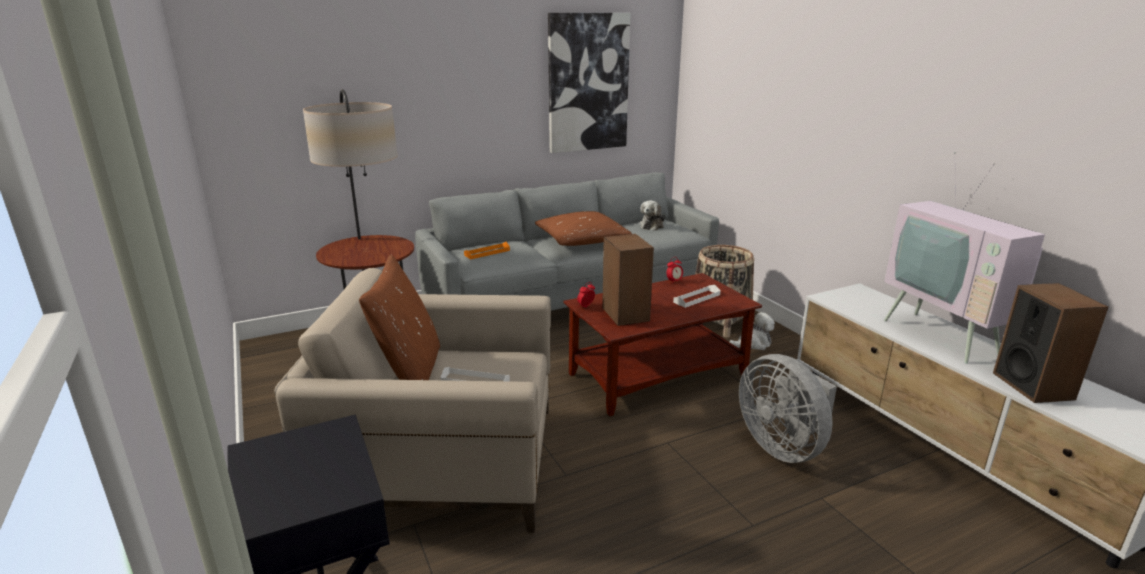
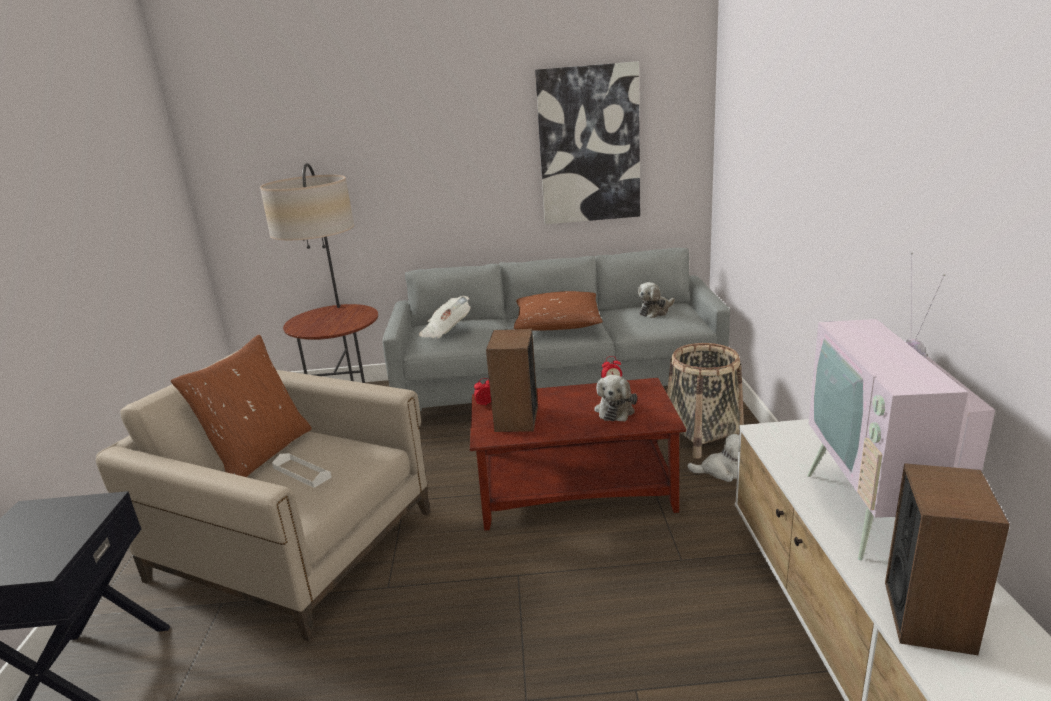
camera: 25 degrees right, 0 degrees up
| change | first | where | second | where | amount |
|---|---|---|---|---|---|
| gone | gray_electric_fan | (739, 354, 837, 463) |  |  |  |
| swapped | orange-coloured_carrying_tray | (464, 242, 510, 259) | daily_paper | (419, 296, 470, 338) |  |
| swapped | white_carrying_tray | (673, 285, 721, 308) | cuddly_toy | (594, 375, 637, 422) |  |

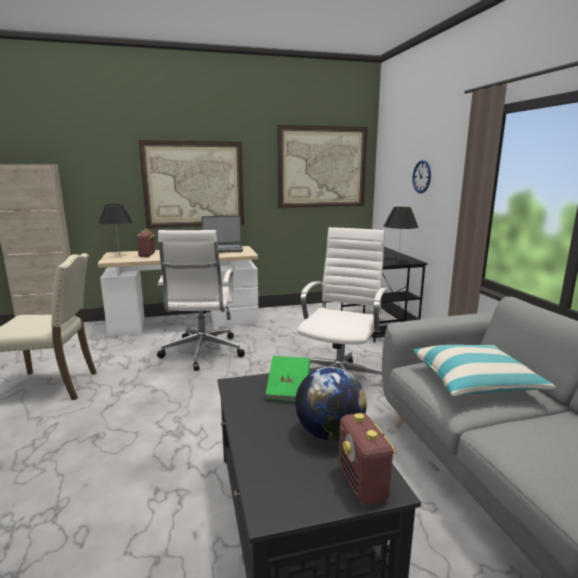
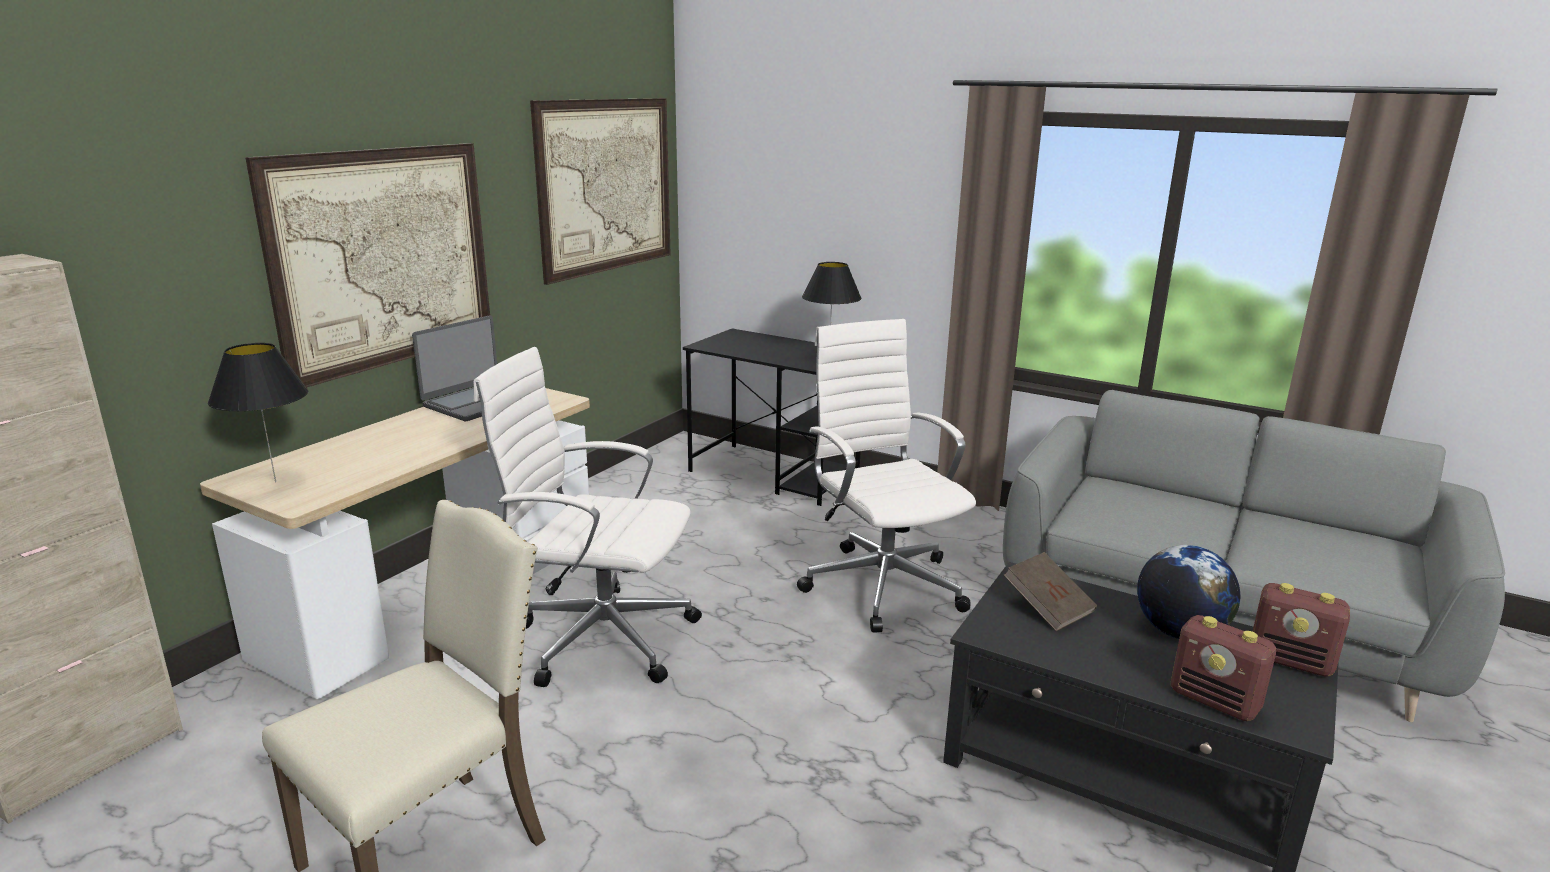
camera: 45 degrees left, 5 degrees up
| change | first | where | second | where | amount |
|---|---|---|---|---|---|
| gone | hanging_clock | (413, 160, 431, 193) |  |  |  |
| gone | pillow | (413, 345, 556, 396) |  |  |  |
| shifted | radio | (137, 229, 155, 257) |  | (1171, 615, 1276, 721) |  |
| repainted | green-coloured_bound_book | (265, 356, 310, 401) | brown-coloured_bound_book | (1004, 552, 1097, 631) |  |
| rotated | white_office_chair | (157, 230, 245, 371) |  | (474, 347, 702, 687) | 150 degrees clockwise |

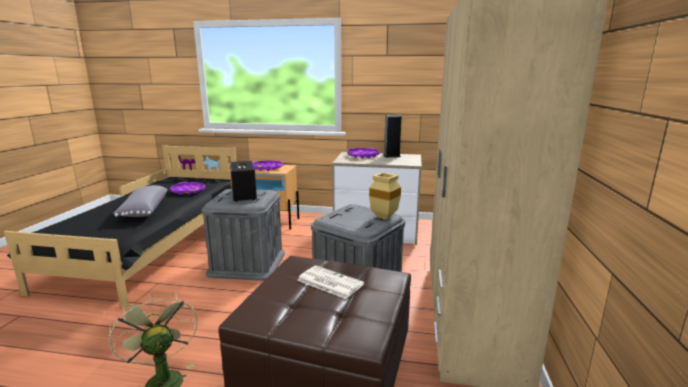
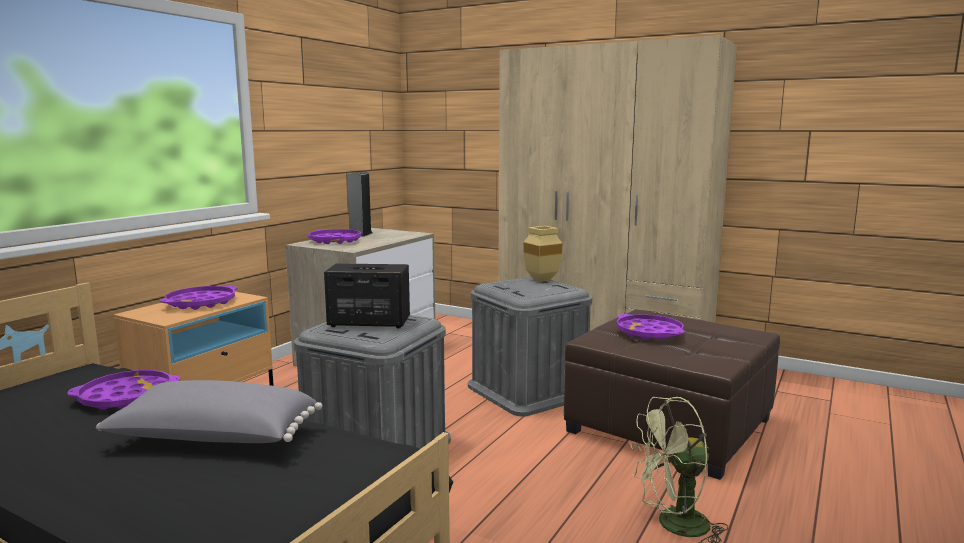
camera: 70 degrees left, 5 degrees down
| change | first | where | second | where | amount |
|---|---|---|---|---|---|
| swapped | daily_paper | (297, 266, 364, 299) | purple-coloured_carrying_tray | (616, 314, 685, 340) |  |

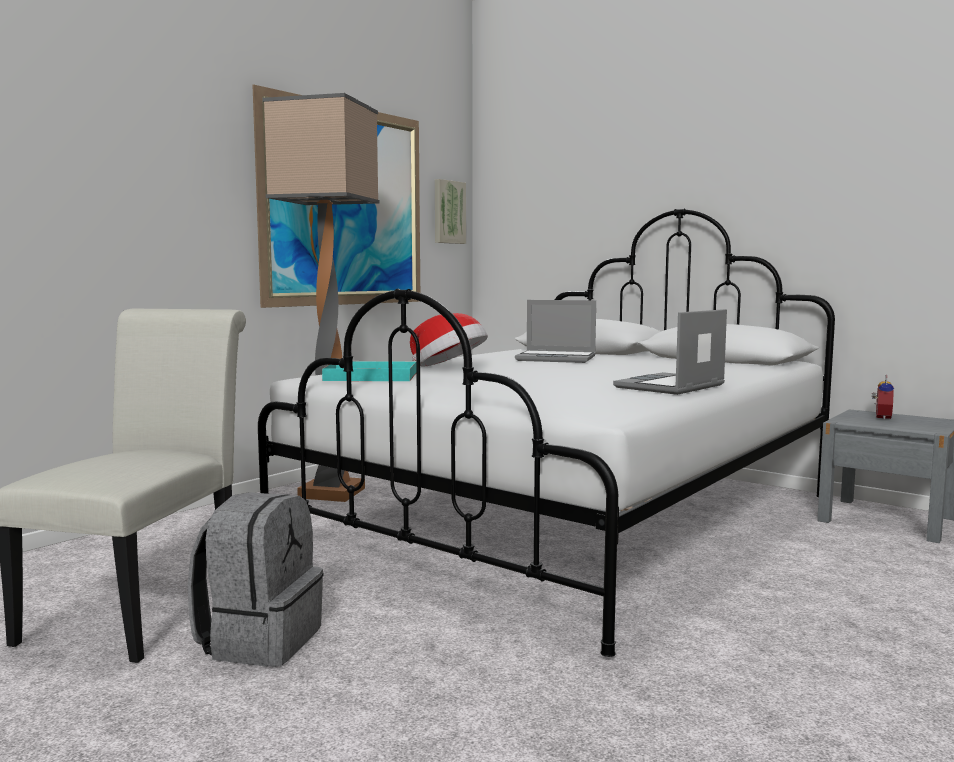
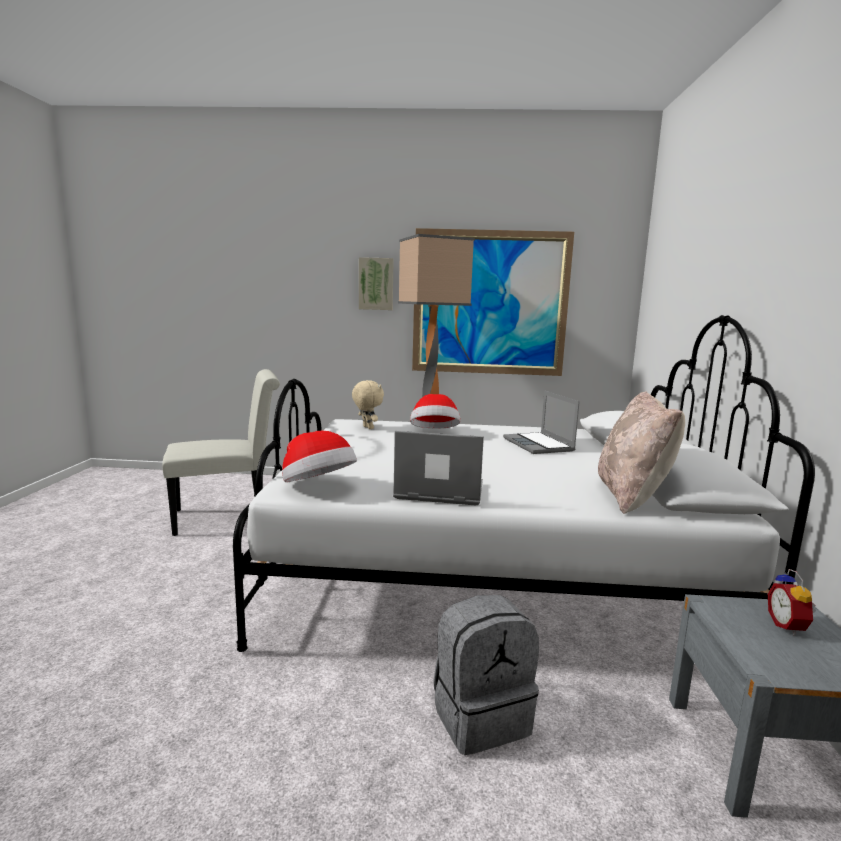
camera: 55 degrees right, 5 degrees up
| change | first | where | second | where | amount |
|---|---|---|---|---|---|
| new |  |  | wearable_hat | (282, 431, 357, 482) |  |
| new |  |  | beige_pillow | (598, 391, 685, 514) |  |
| shifted | gray_backpack | (188, 492, 323, 667) |  | (434, 595, 539, 755) |  |
| shifted | wall_art | (435, 179, 466, 244) |  | (359, 257, 394, 310) |  |
| swapped | blue-green_carrying_tray | (322, 361, 417, 381) | beige_cuddly_toy | (352, 380, 384, 429) |  |
| rotated | alarm_clock | (871, 374, 894, 420) |  | (768, 569, 816, 636) | 105 degrees clockwise |

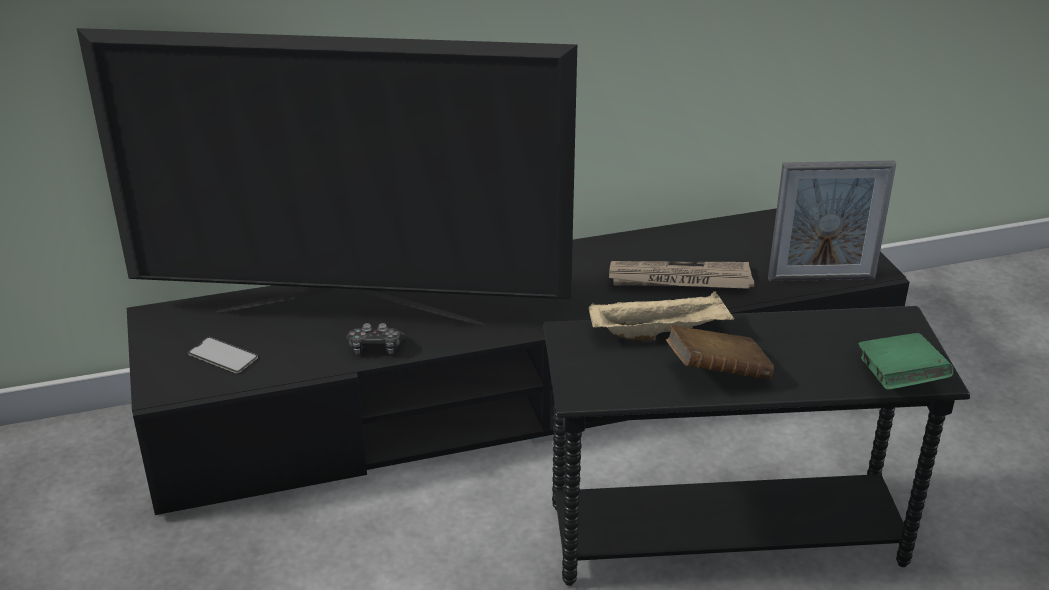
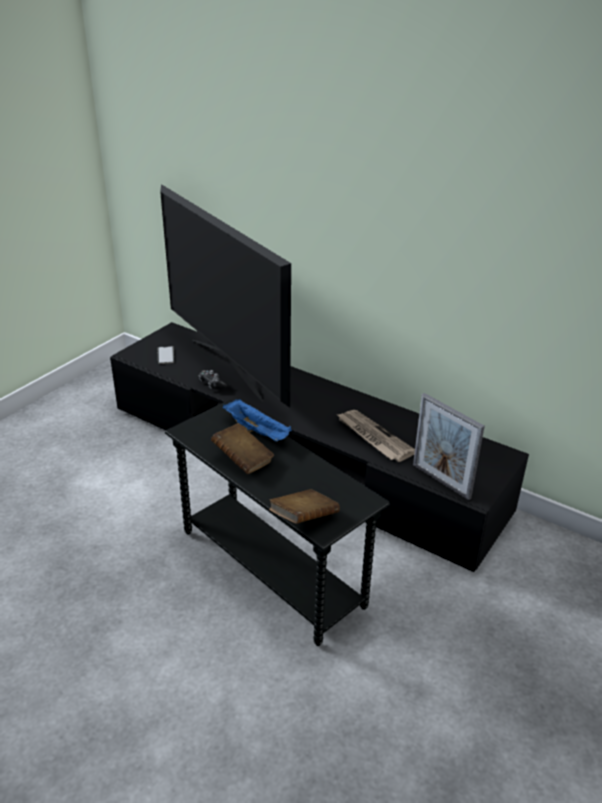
camera: 50 degrees right, 0 degrees up
| change | first | where | second | where | amount |
|---|---|---|---|---|---|
| repainted | beige_carrying_tray | (589, 291, 734, 340) | blue-coloured_carrying_tray | (223, 399, 292, 441) |  |
| repainted | green-coloured_bound_book | (859, 333, 954, 390) | brown-coloured_bound_book | (269, 489, 340, 524) |  |

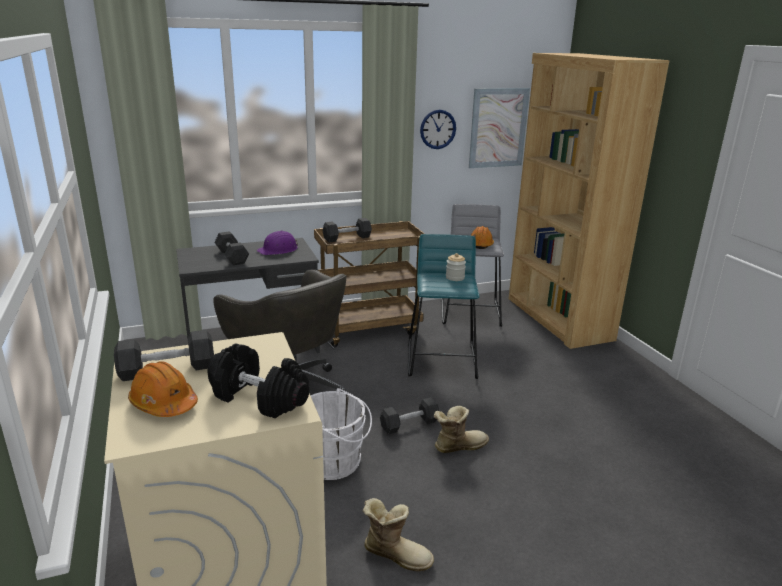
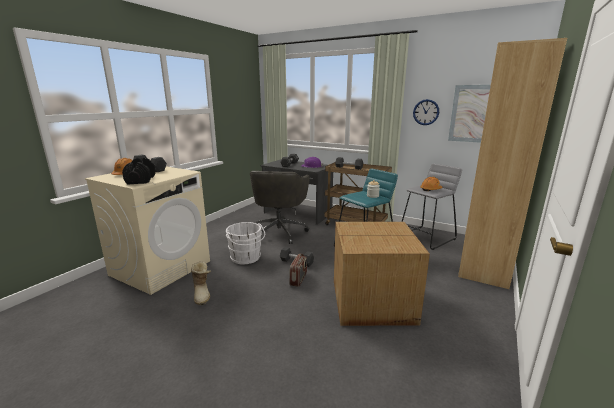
camera: 50 degrees right, 5 degrees down
| change | first | where | second | where | amount |
|---|---|---|---|---|---|
| new |  |  | cardboard_box | (334, 222, 430, 326) |  |
| swapped | boot | (434, 406, 489, 453) | radio | (289, 254, 307, 287) |  |

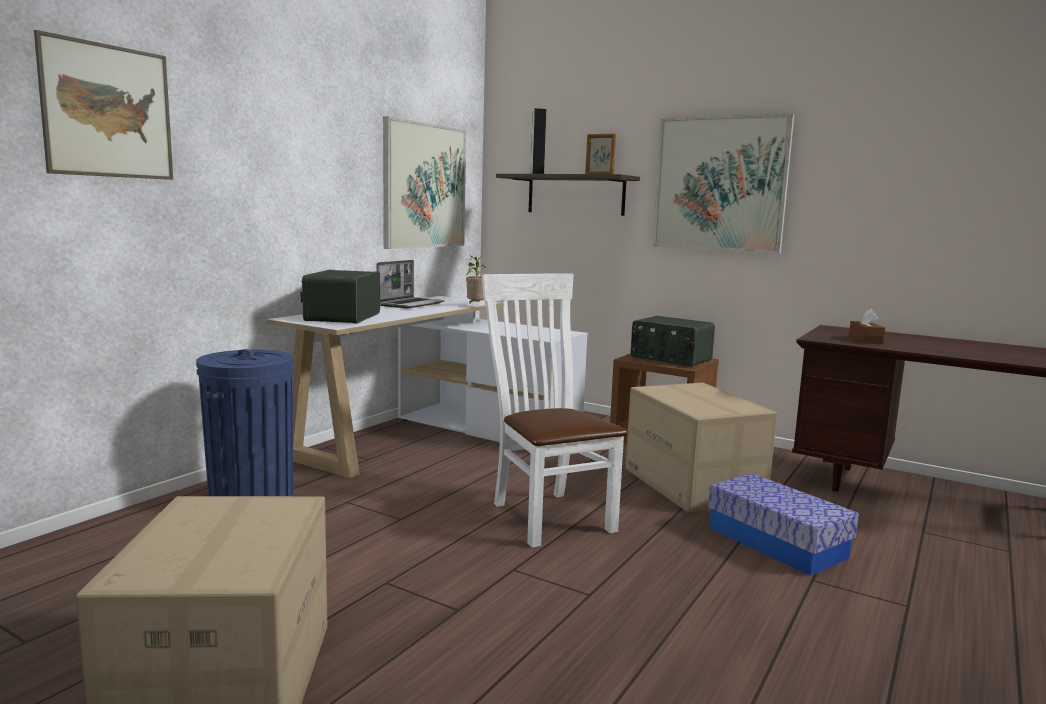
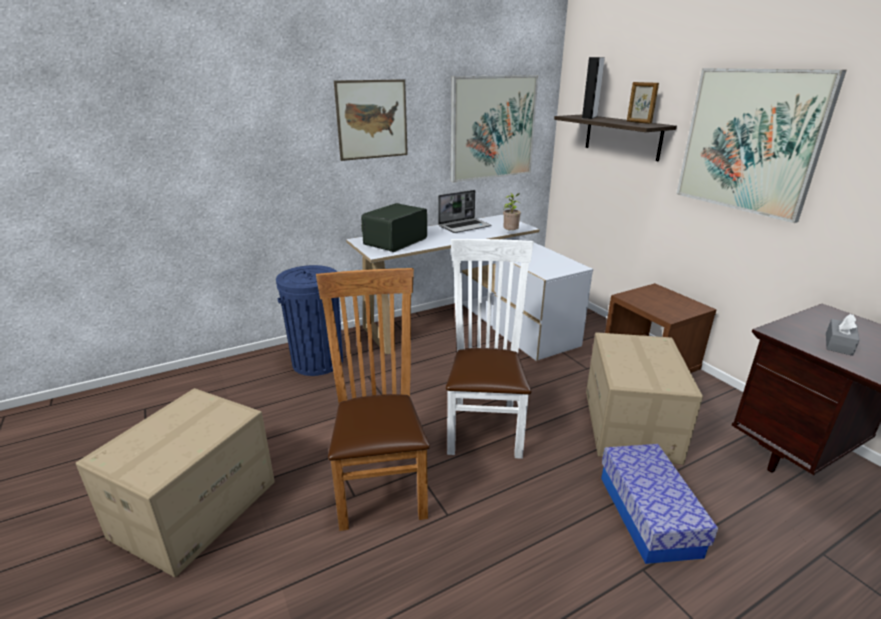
camera: 30 degrees right, 15 degrees up
| change | first | where | second | where | amount |
|---|---|---|---|---|---|
| gone | radio | (631, 316, 715, 367) |  |  |  |
| new |  |  | brown-coloured_chair | (316, 268, 430, 531) |  |
| shifted | wall_art | (34, 30, 173, 180) |  | (334, 79, 408, 161) |  |
| repainted | brown-coloured_tissue_box | (849, 309, 885, 344) | gray_tissue_box | (826, 314, 860, 356) |  |

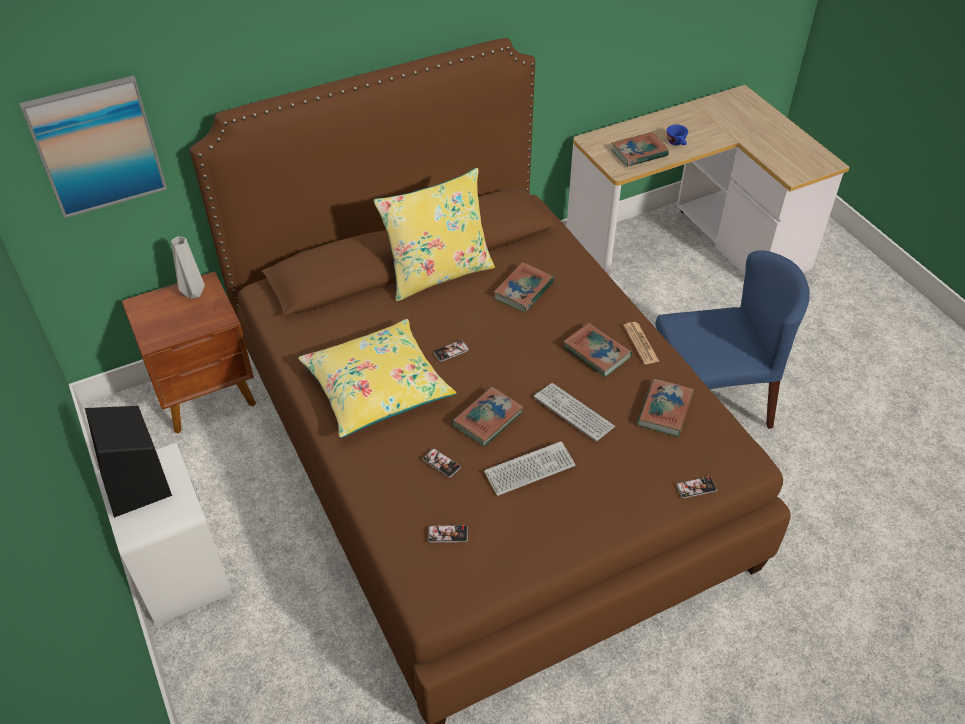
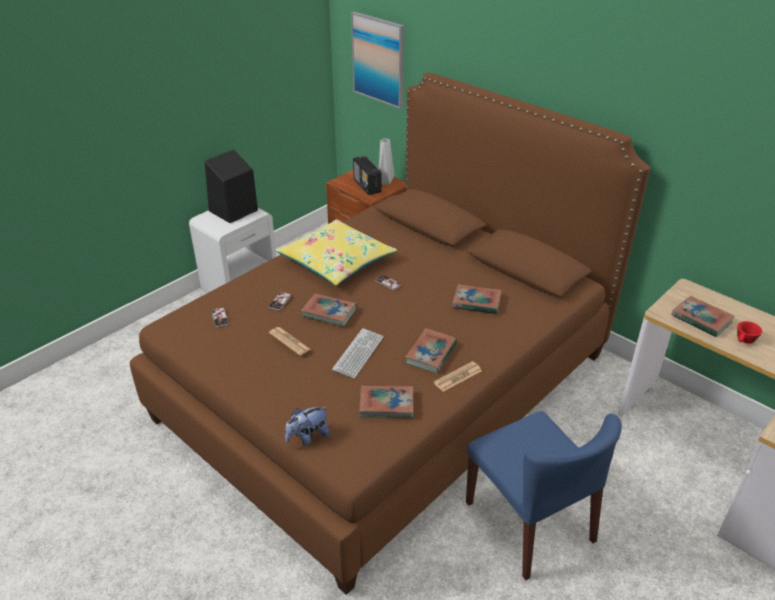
camera: 70 degrees right, 10 degrees down
| change | first | where | second | where | amount |
|---|---|---|---|---|---|
| gone | yellow_pillow | (373, 168, 495, 301) |  |  |  |
| new |  |  | radio | (353, 156, 382, 195) |  |
| swapped | computer_keyboard | (484, 441, 575, 496) | daily_paper | (269, 327, 311, 356) |  |
| swapped | telephone | (676, 476, 717, 498) | cuddly_toy | (285, 406, 329, 446) |  |
| repainted | blue-coloured_cup | (667, 124, 688, 145) | reddish_cup | (737, 321, 762, 344) |  |

